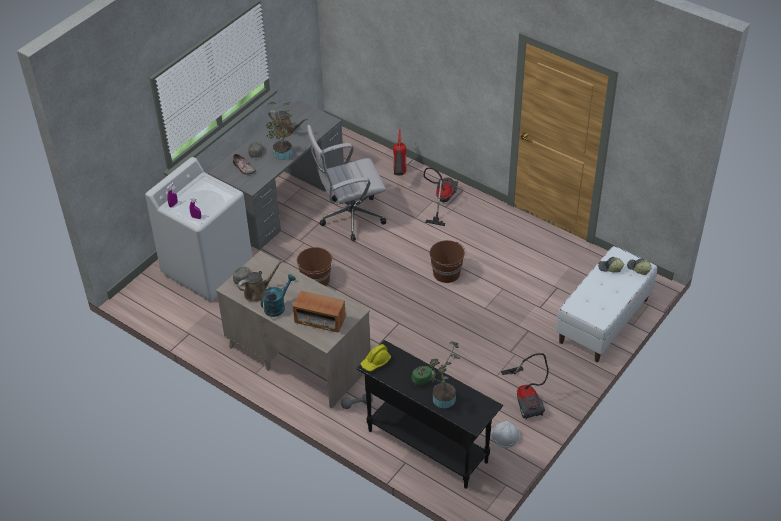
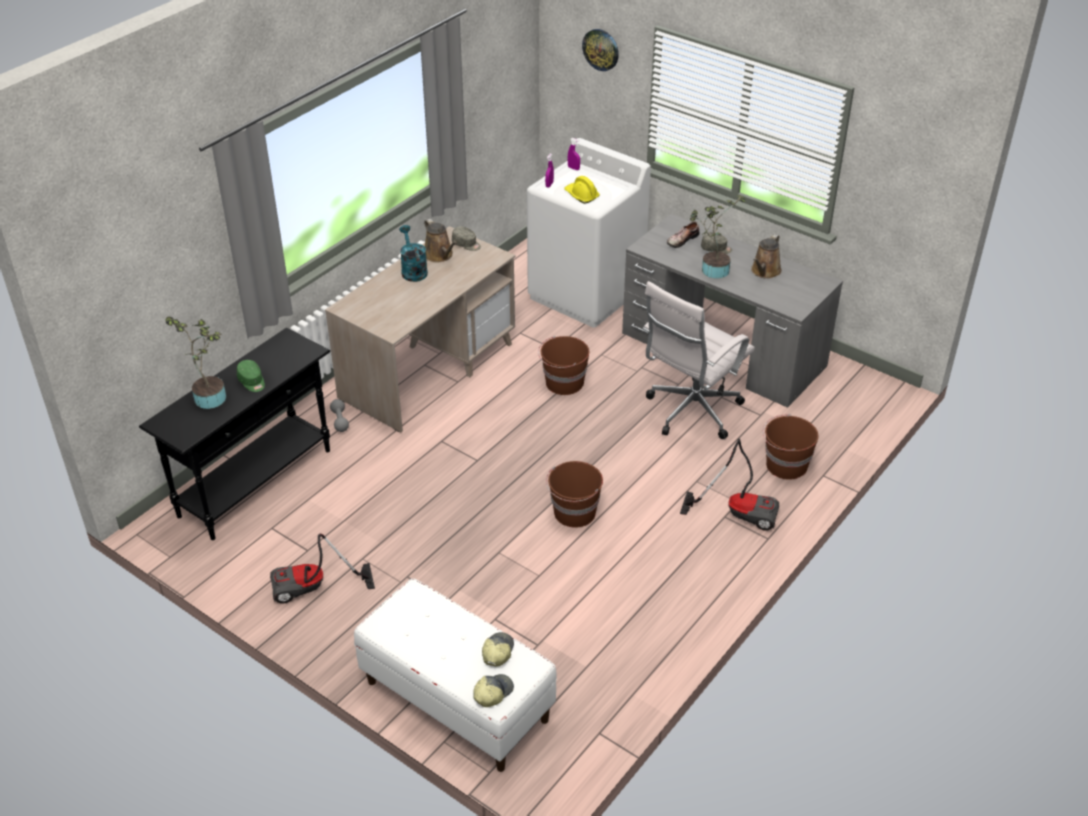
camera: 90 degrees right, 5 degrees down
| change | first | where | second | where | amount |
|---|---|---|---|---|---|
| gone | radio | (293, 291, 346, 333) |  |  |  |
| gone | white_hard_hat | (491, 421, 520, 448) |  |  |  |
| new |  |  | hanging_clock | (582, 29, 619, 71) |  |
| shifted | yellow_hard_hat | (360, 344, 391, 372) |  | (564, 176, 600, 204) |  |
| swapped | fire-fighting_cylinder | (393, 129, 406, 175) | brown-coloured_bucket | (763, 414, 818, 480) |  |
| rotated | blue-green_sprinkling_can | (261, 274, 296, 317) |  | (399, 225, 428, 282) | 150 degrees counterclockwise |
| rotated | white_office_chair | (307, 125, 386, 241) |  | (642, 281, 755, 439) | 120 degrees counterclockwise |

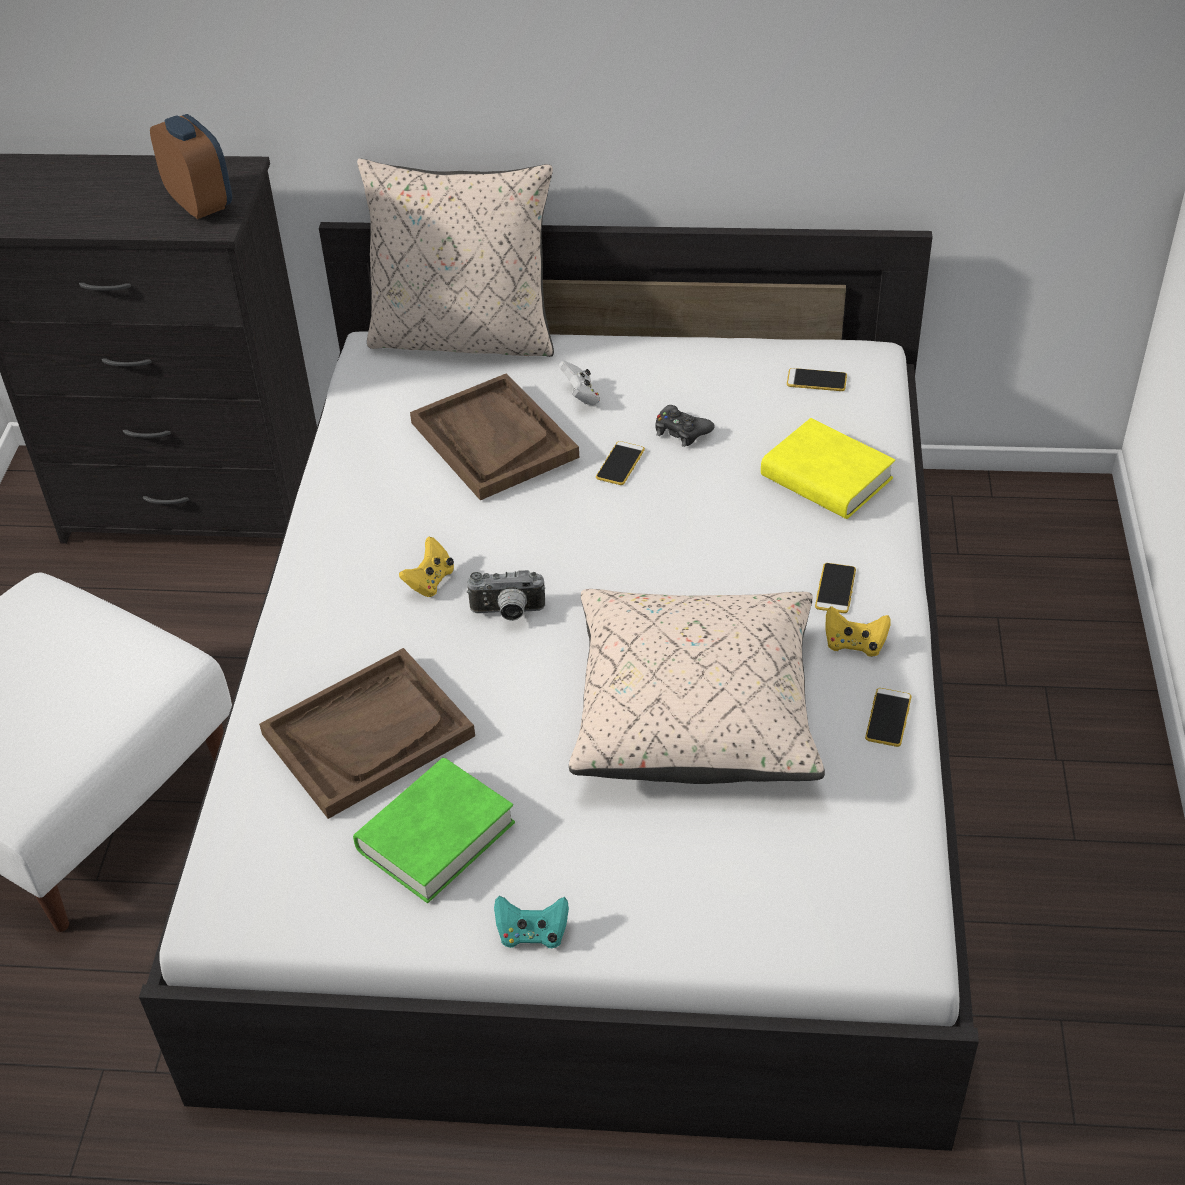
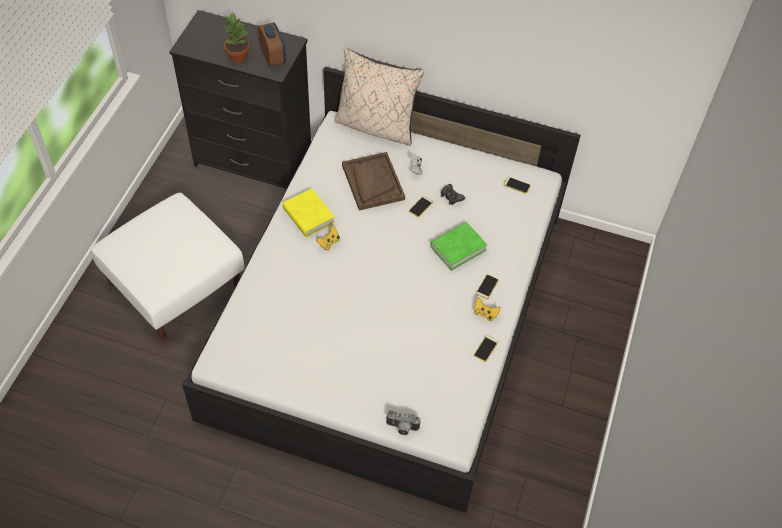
camera: 10 degrees right, 10 degrees up
| change | first | where | second | where | amount |
|---|---|---|---|---|---|
| gone | brown-coloured_carrying_tray | (259, 648, 475, 819) |  |  |  |
| gone | blue-green_gamepad | (494, 896, 569, 948) |  |  |  |
| gone | beige_pillow | (569, 589, 825, 784) |  |  |  |
| new |  |  | potted_plant | (224, 11, 250, 62) |  |
| shifted | green-coloured_bound_book | (353, 758, 515, 903) |  | (430, 222, 487, 271) |  |
| shifted | still_camera | (467, 570, 545, 621) |  | (386, 410, 421, 435) |  |
| shifted | yellow_bound_book | (761, 418, 895, 519) |  | (282, 188, 335, 237) |  |

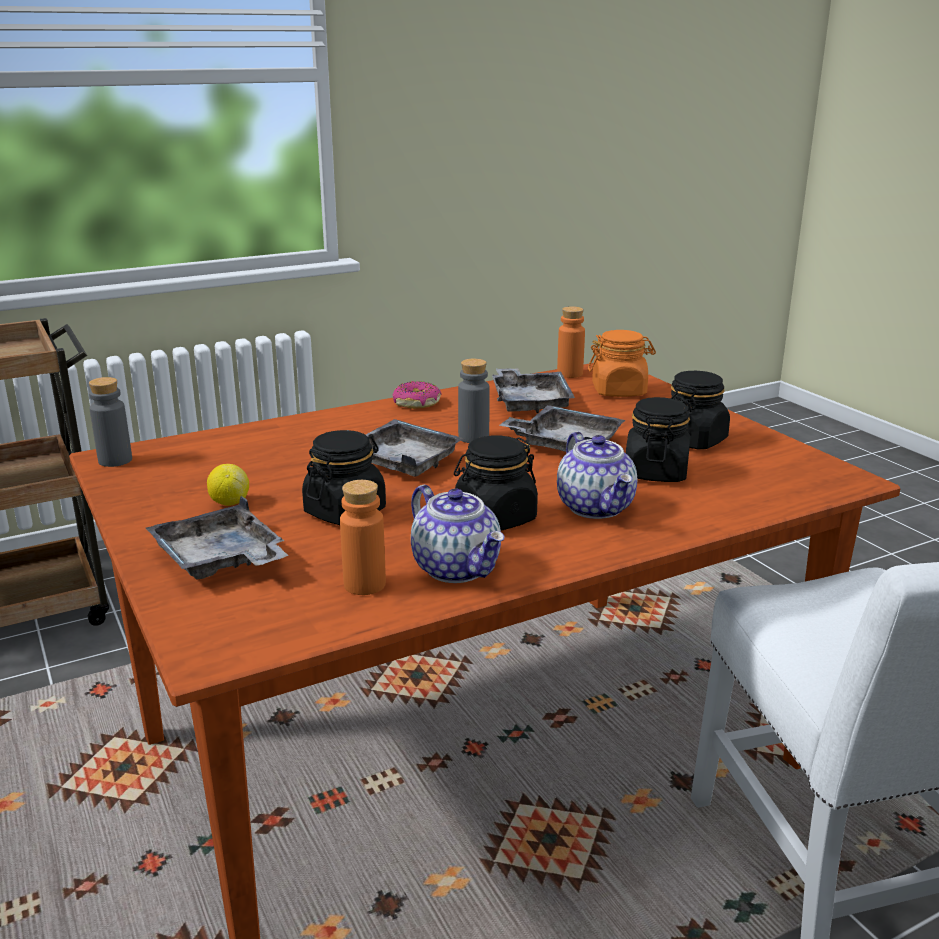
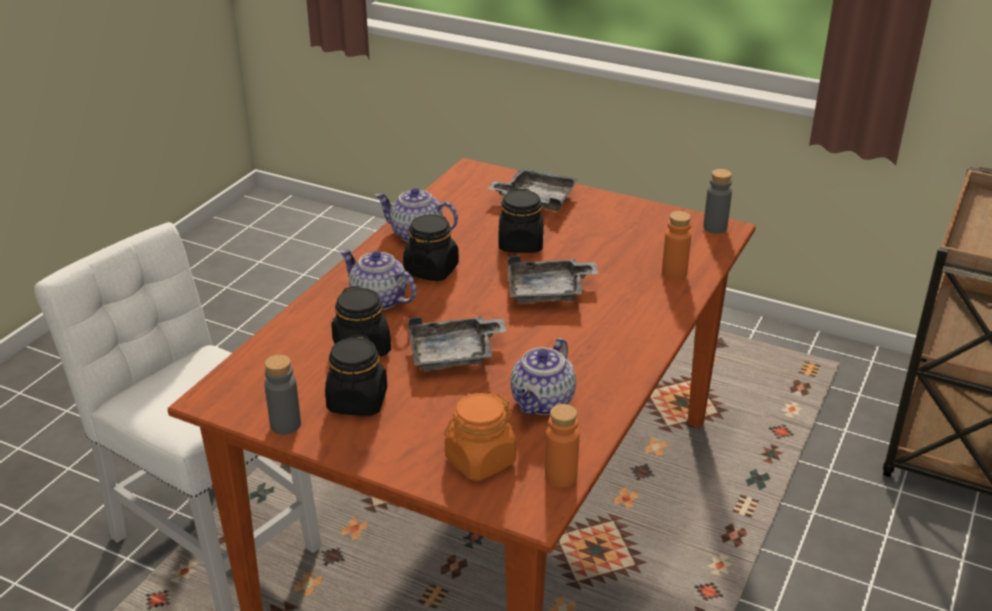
camera: 145 degrees right, 10 degrees up
| change | first | where | second | where | amount |
|---|---|---|---|---|---|
| gone | citrus_fruit | (207, 464, 249, 506) |  |  |  |
| gone | doughnut | (393, 381, 442, 409) |  |  |  |
| shifted | orange-coloured_bottle | (340, 480, 386, 595) |  | (662, 211, 691, 279) |  |
| shifted | gray_bottle | (458, 358, 490, 443) |  | (264, 355, 301, 435) |  |
| swapped | gray_carrying_tray | (492, 368, 575, 413) | tea_pot | (510, 338, 576, 415) |  |

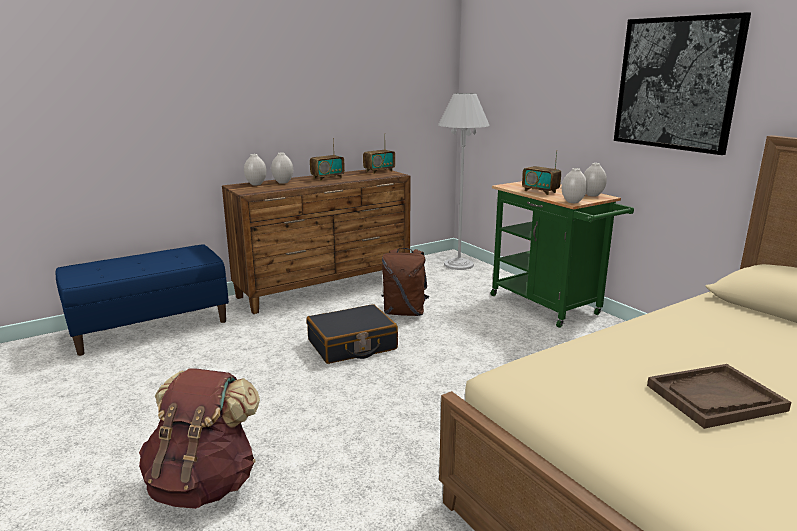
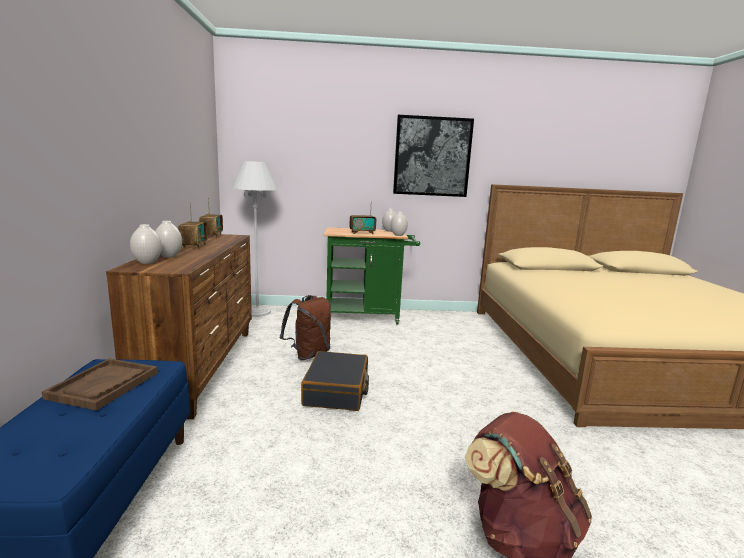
camera: 60 degrees left, 5 degrees down
| change | first | where | second | where | amount |
|---|---|---|---|---|---|
| shifted | brown-coloured_carrying_tray | (647, 364, 792, 429) |  | (42, 358, 158, 411) |  |

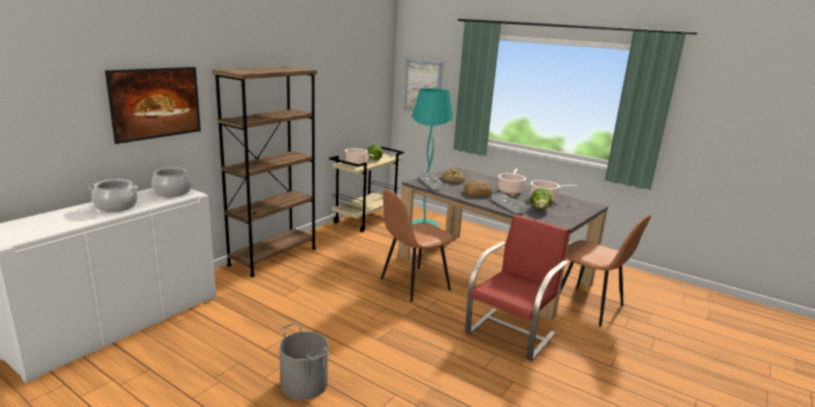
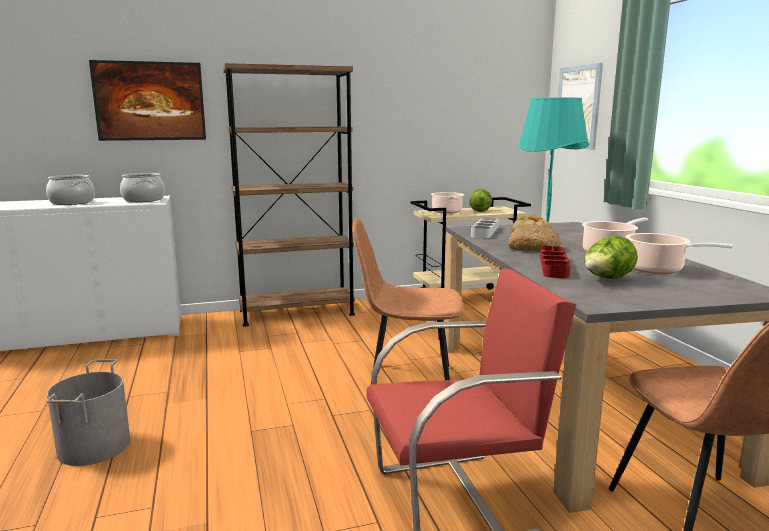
camera: 40 degrees right, 5 degrees down
| change | first | where | second | where | amount |
|---|---|---|---|---|---|
| repainted | gray_carrying_tray | (491, 193, 526, 213) | reddish_carrying_tray | (540, 246, 571, 278) |  |

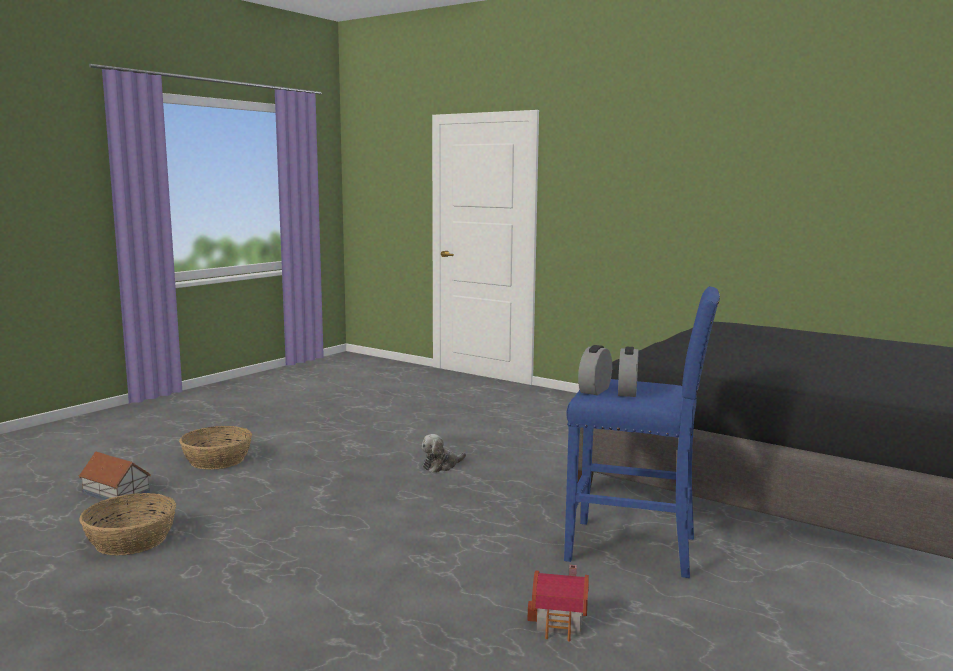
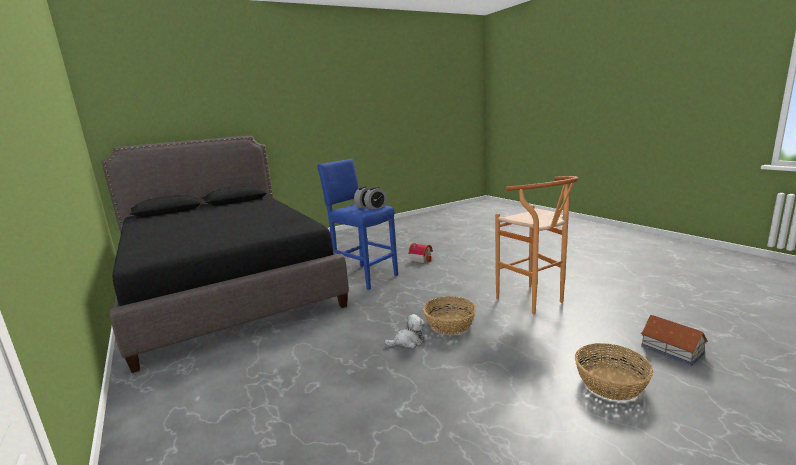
camera: 155 degrees left, 5 degrees up
| change | first | where | second | where | amount |
|---|---|---|---|---|---|
| new |  |  | brown-coloured_sitting_stool | (495, 176, 579, 315) |  |
| shifted | storage_basket | (80, 493, 177, 555) |  | (423, 296, 476, 335) |  |

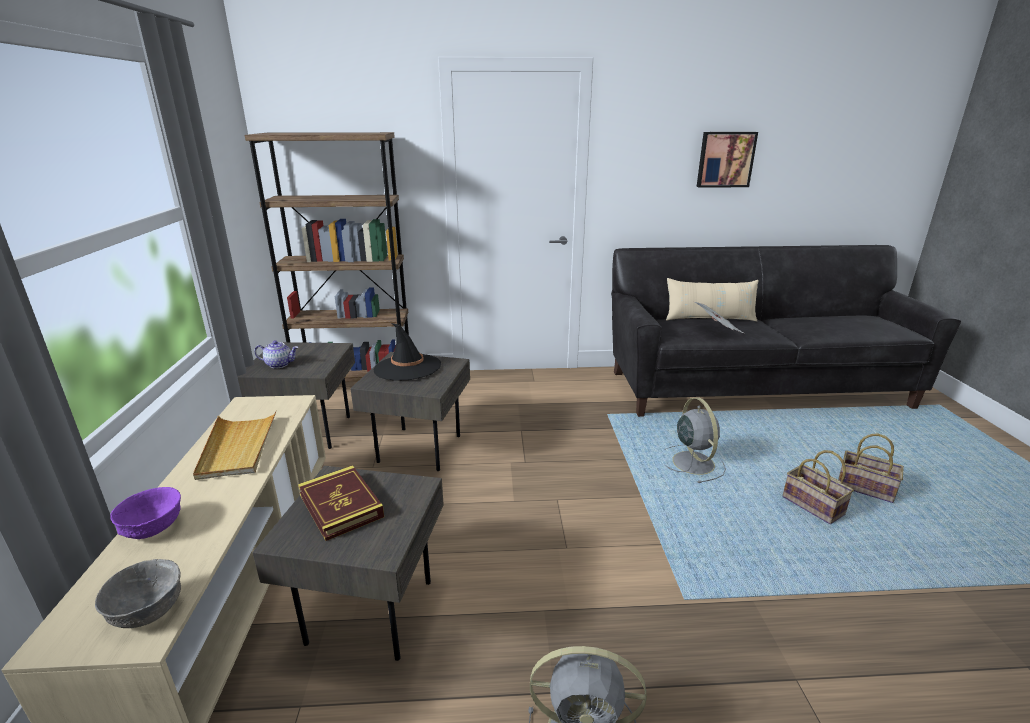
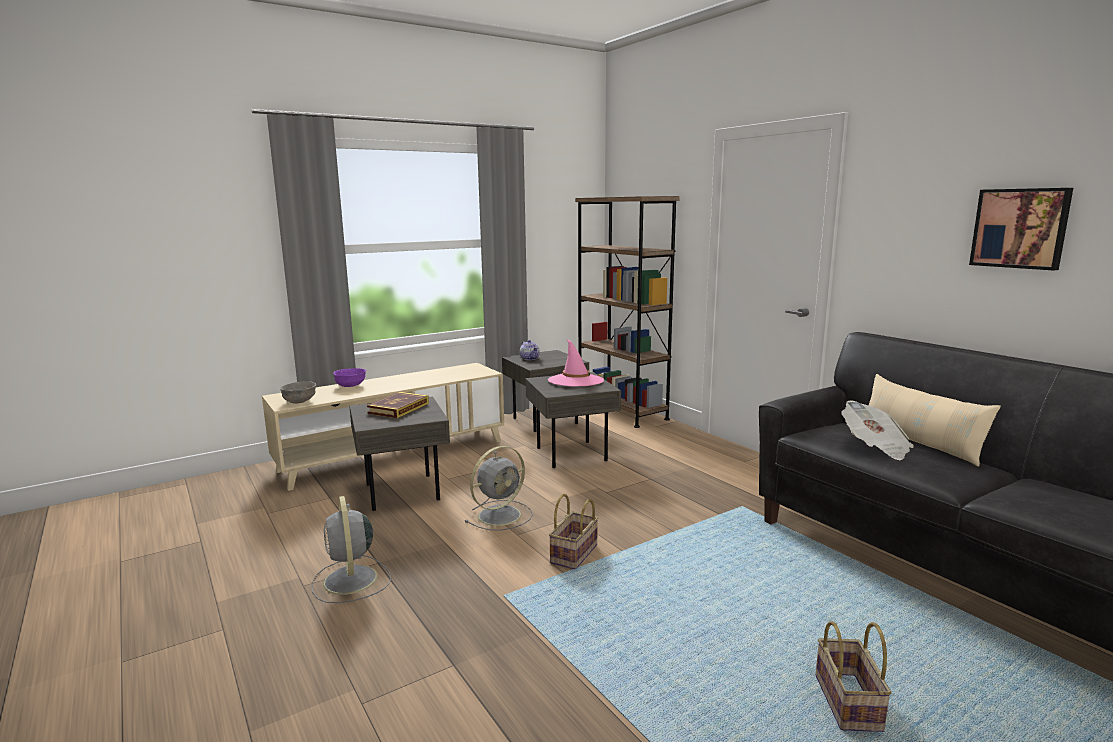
camera: 60 degrees right, 10 degrees down
| change | first | where | second | where | amount |
|---|---|---|---|---|---|
| gone | beige_carrying_tray | (193, 410, 277, 480) |  |  |  |
| shifted | gray_electric_fan | (665, 397, 726, 483) |  | (464, 446, 533, 530) |  |
| shifted | storage_basket | (782, 450, 854, 524) |  | (549, 494, 598, 569) |  |
| repainted | black_wearable_hat | (373, 323, 441, 381) | pinkish_wearable_hat | (548, 339, 604, 386) |  |

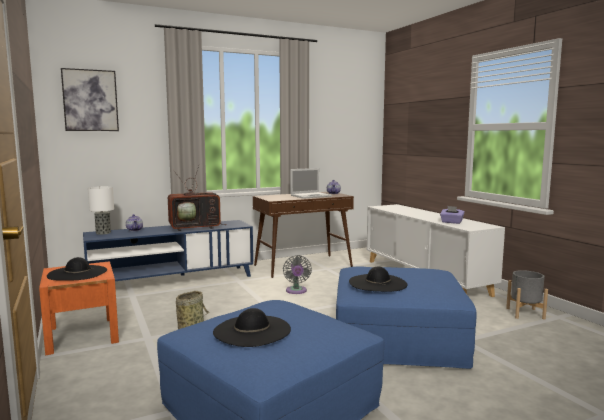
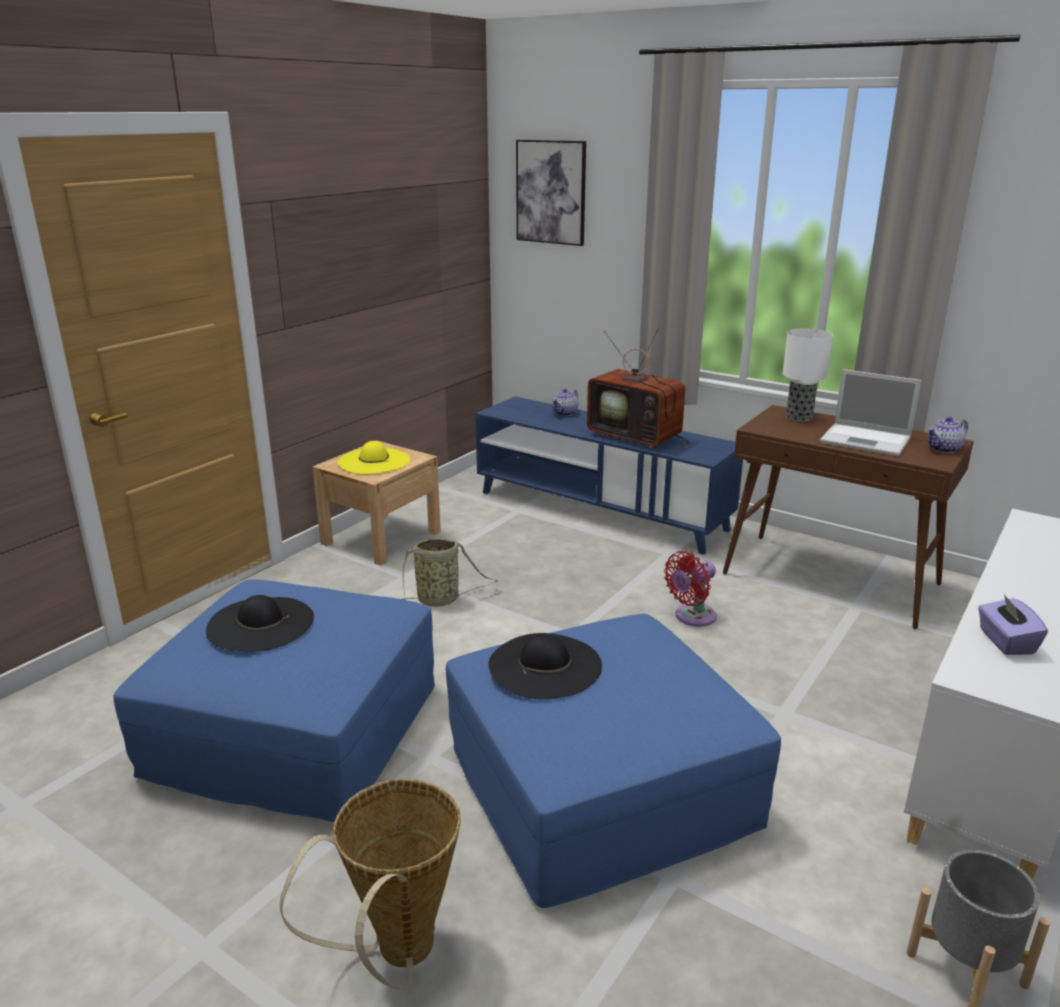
camera: 60 degrees right, 15 degrees up
| change | first | where | second | where | amount |
|---|---|---|---|---|---|
| new |  |  | storage_basket | (280, 779, 461, 990) |  |
| shifted | tabletop_lamp | (88, 186, 114, 235) |  | (783, 329, 833, 422) |  |
| repainted | orange-coloured_night_table | (39, 261, 119, 355) | beige_night_table | (312, 440, 441, 566) |  |
| repainted | black_wearable_hat | (47, 257, 107, 281) | yellow_wearable_hat | (337, 441, 411, 474) |  |
| repainted | gray_electric_fan | (283, 255, 312, 294) | reddish_electric_fan | (664, 551, 717, 626) |  |

